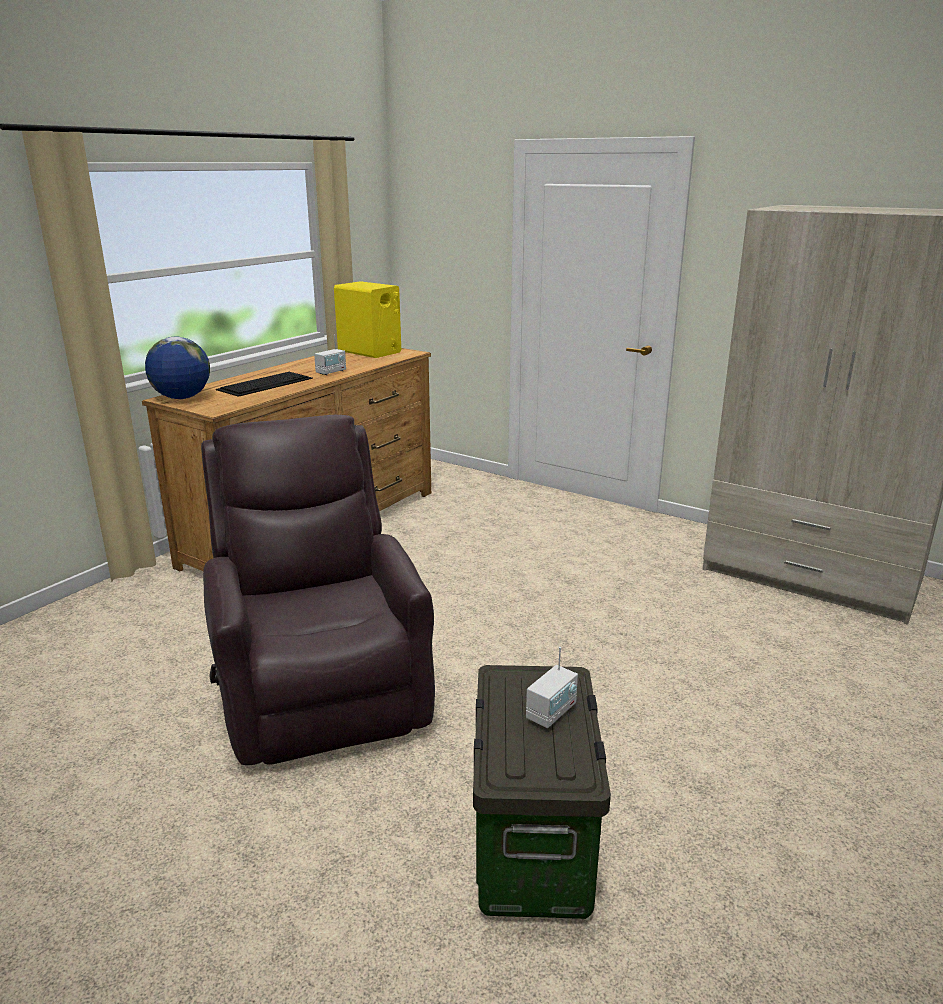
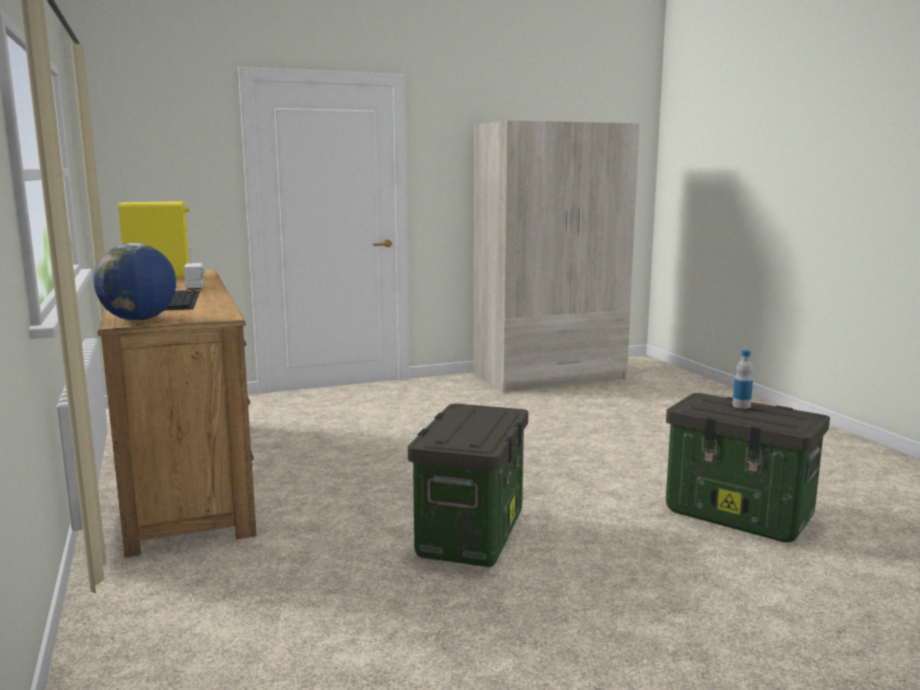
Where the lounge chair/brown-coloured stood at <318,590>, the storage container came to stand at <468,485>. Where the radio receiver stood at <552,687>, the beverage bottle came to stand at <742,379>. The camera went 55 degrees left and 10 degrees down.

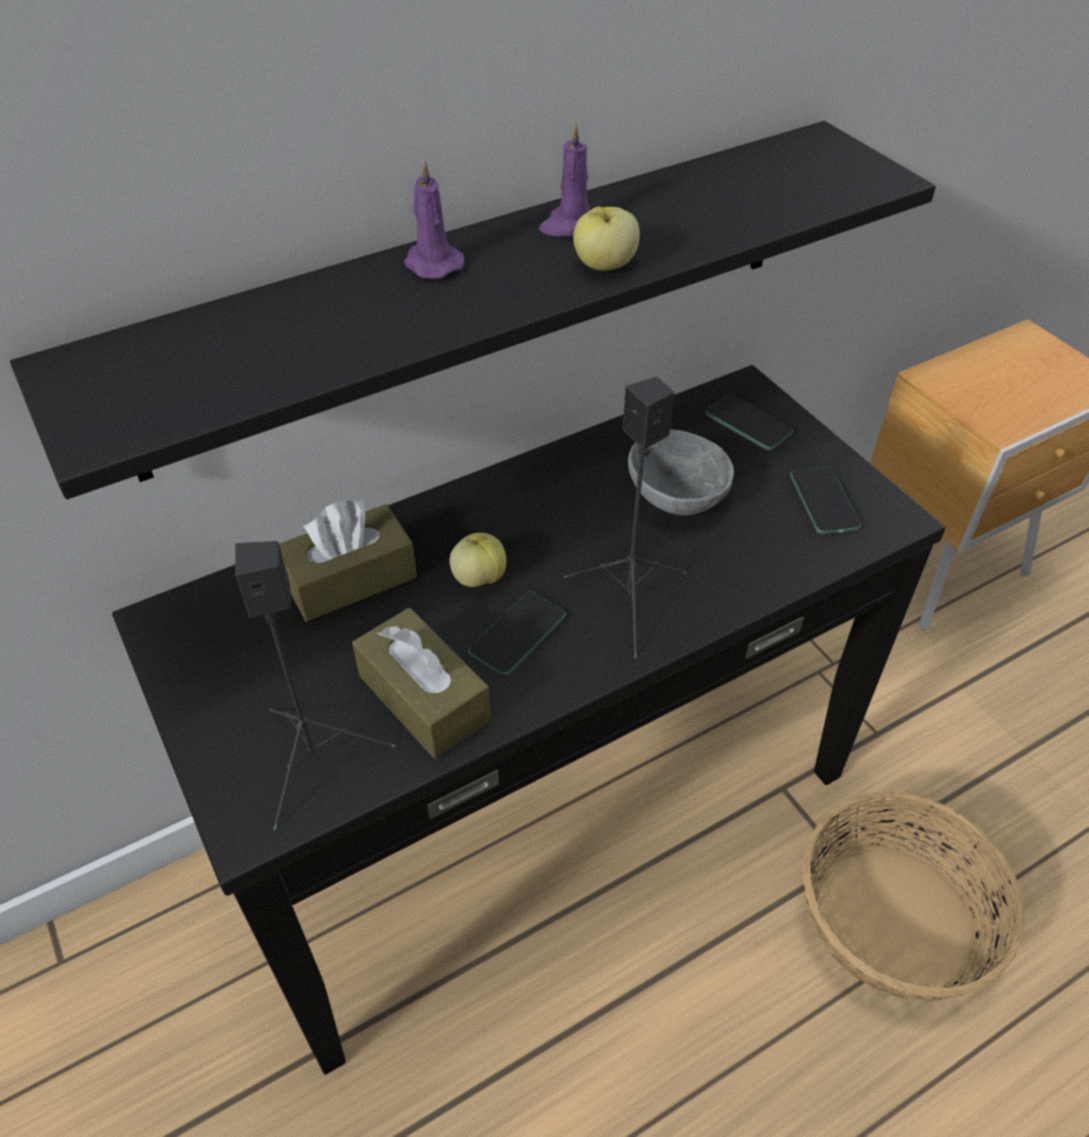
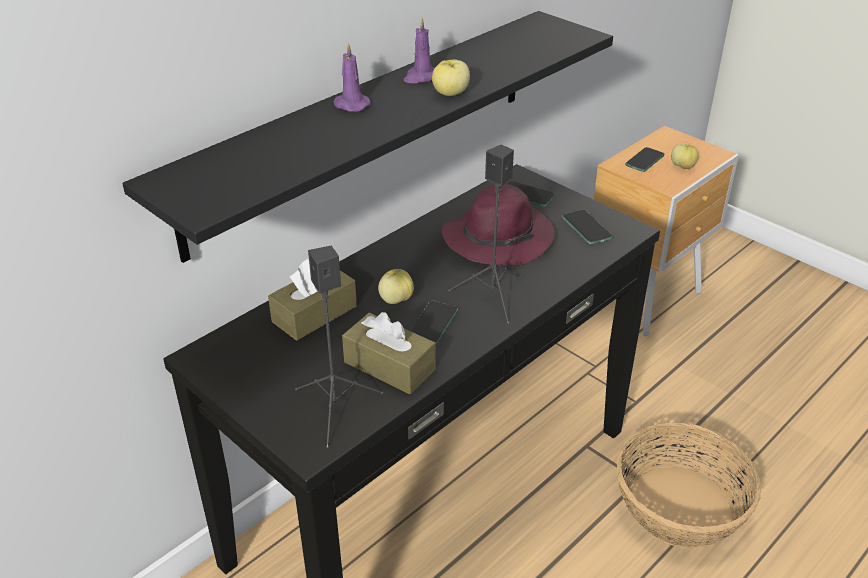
Where the serving bowl/gray stood at <681,472>, the hat/purple-coloured came to stand at <498,225>. The second view gained the telephone at <644,159>. The second view gained the whole apple at <684,156>. The camera went 15 degrees left and 10 degrees down.

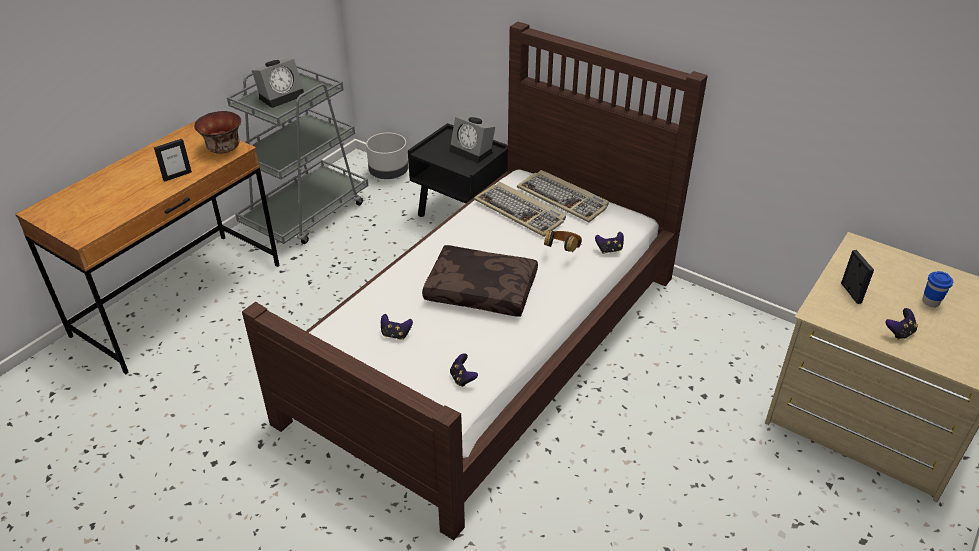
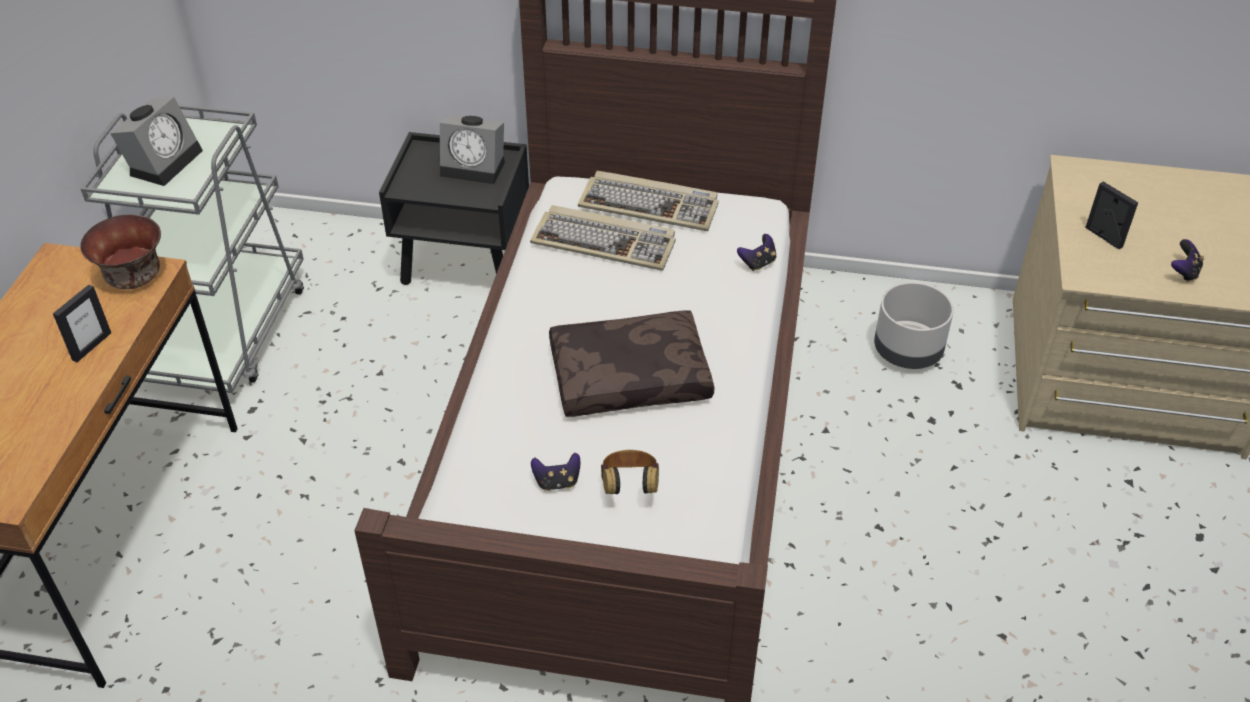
The flower pot/gray ended up elsewhere, having gone from <387,156> to <914,325>. The second view lost the joypad at <464,370>. The headset ended up elsewhere, having gone from <563,241> to <630,472>. The second view lost the cup/bluish at <937,289>. The camera went 25 degrees left and 5 degrees up.

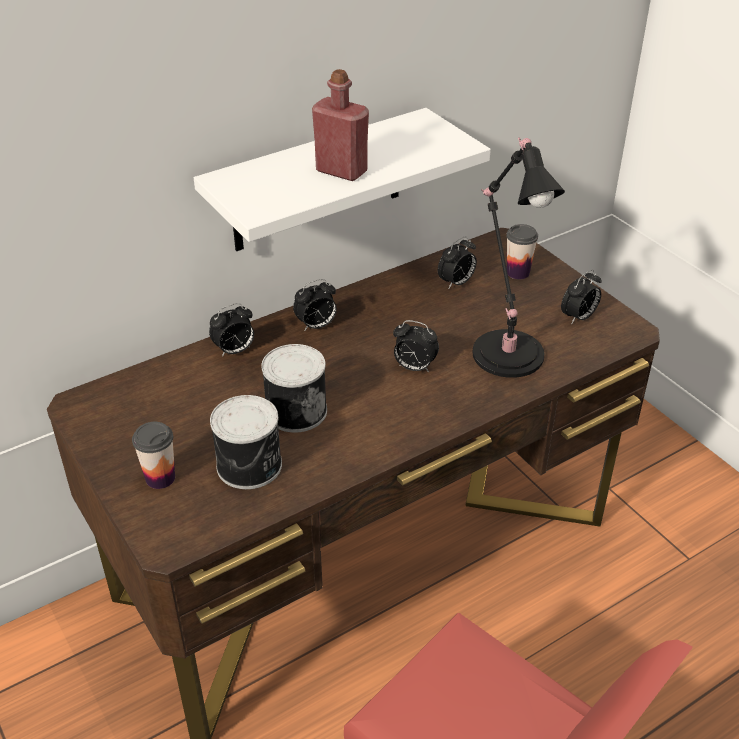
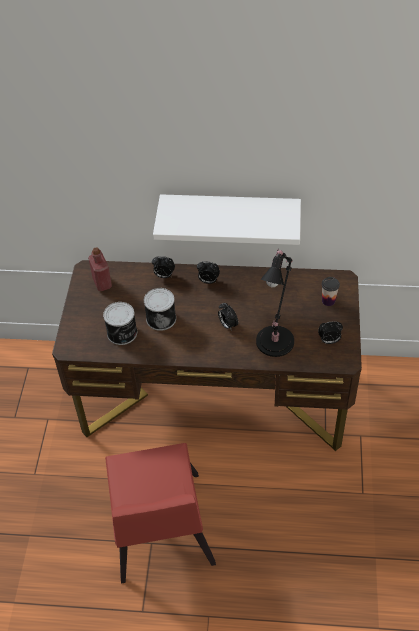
The second view lost the cup at <153,455>. The beverage bottle/red-coloured ended up elsewhere, having gone from <340,125> to <100,269>. The second view lost the bedside clock at <457,262>. The camera went 40 degrees right and 10 degrees up.

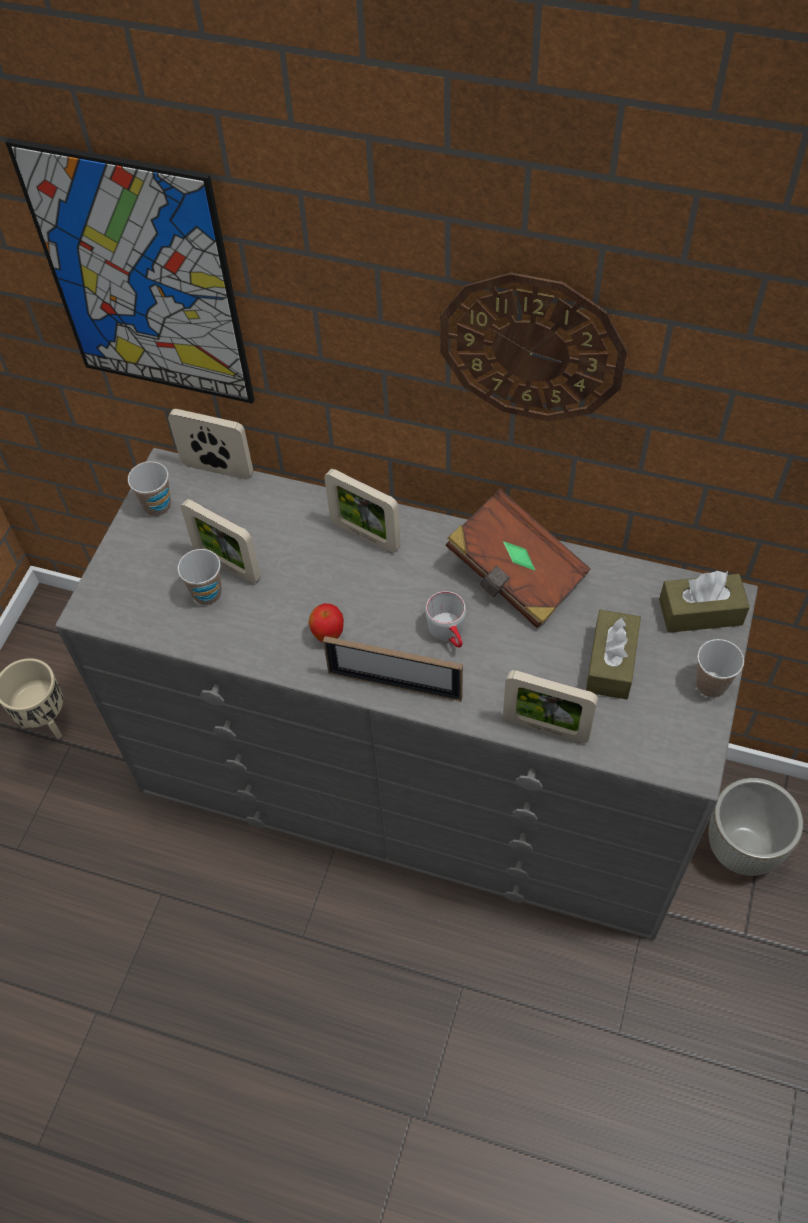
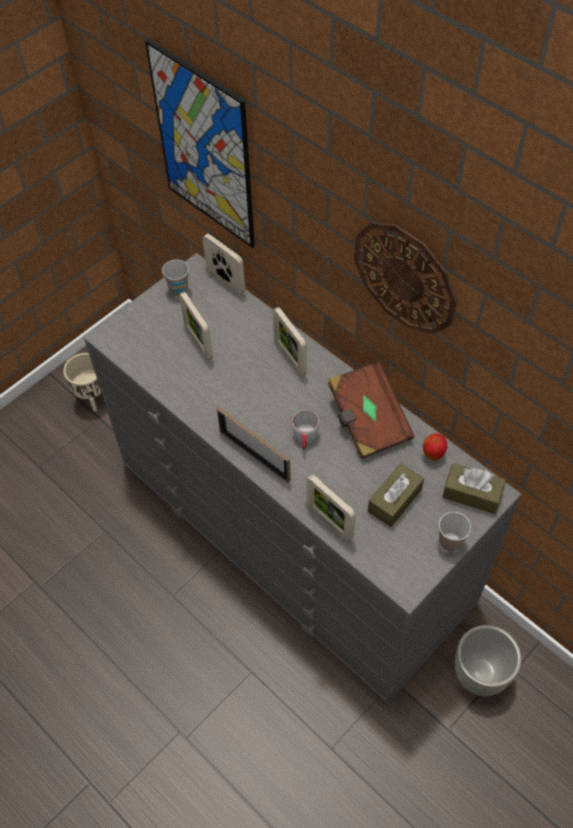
The second view lost the cup at <199,577>. The whole apple ended up elsewhere, having gone from <326,622> to <435,446>. The camera went 25 degrees right and 0 degrees up.

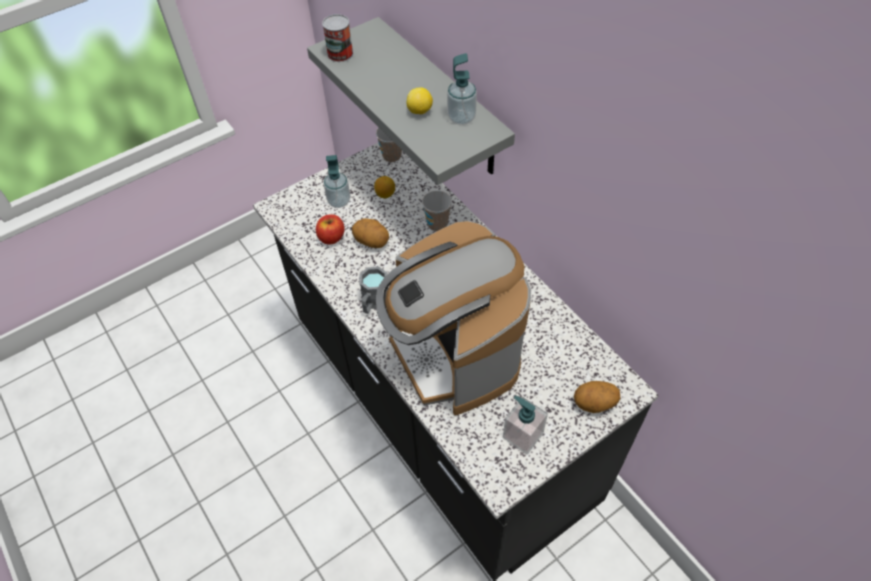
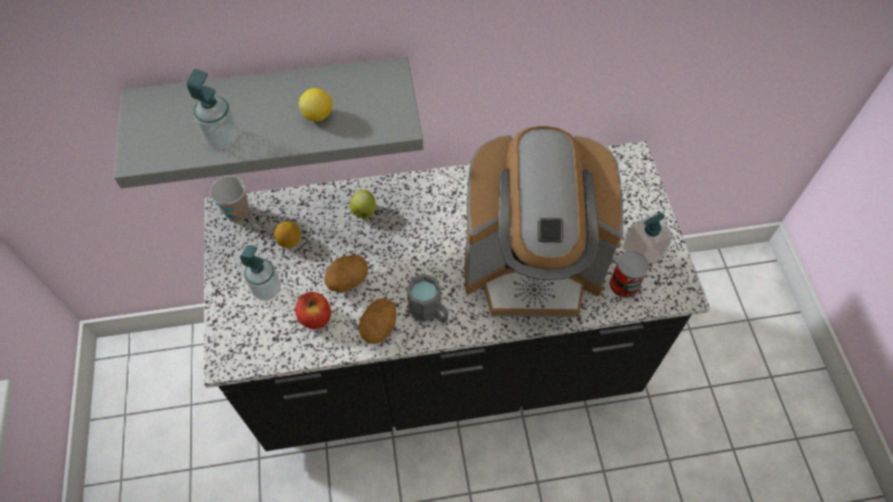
The sealed can ended up elsewhere, having gone from <337,38> to <629,274>. Where the cup stood at <437,210>, the whole apple came to stand at <363,204>. The soap bottle ended up elsewhere, having gone from <462,89> to <212,109>. The spud ended up elsewhere, having gone from <597,397> to <377,321>. The camera went 65 degrees left and 5 degrees up.

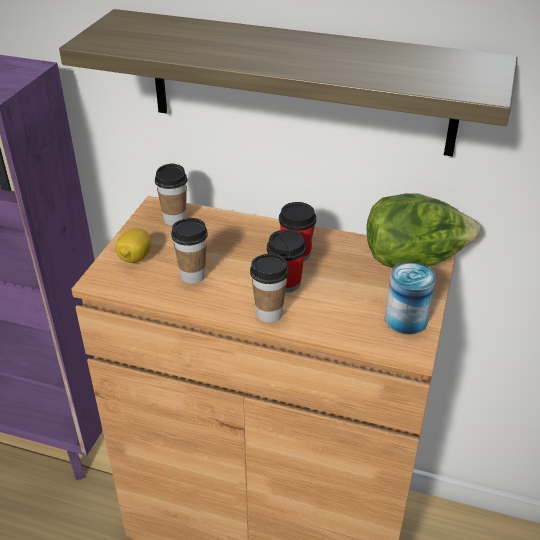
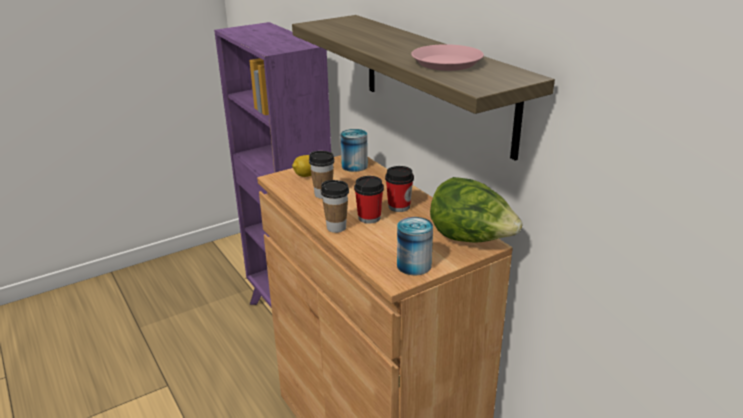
Where the cup stood at <171,195>, the sealed can came to stand at <354,150>. The second view gained the dinner plate/pink-coloured at <447,57>. The camera went 40 degrees right and 10 degrees down.

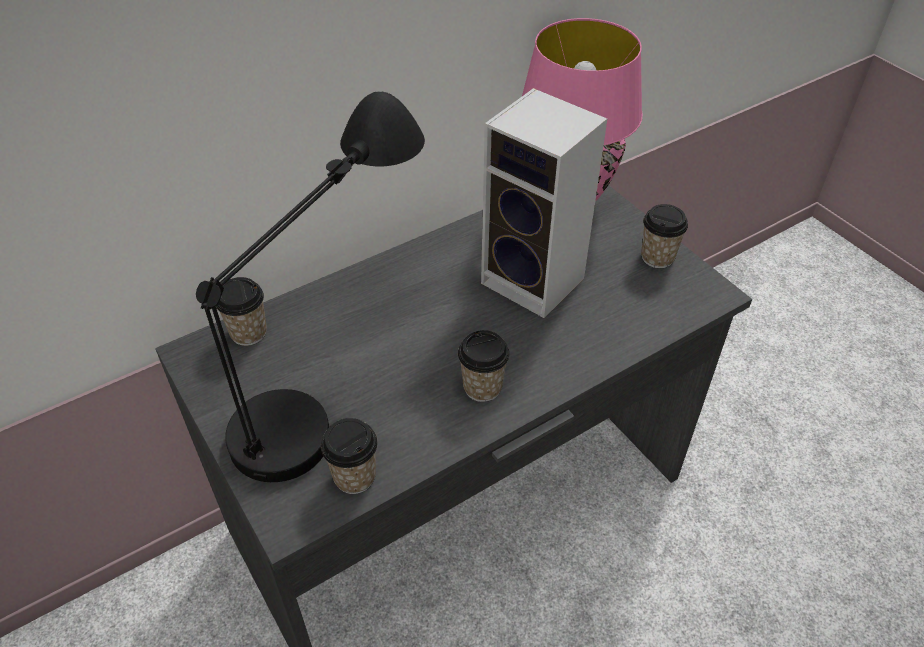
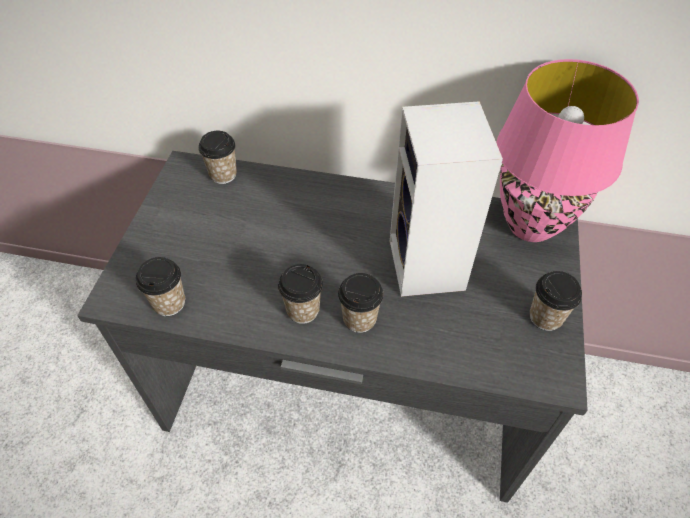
The second view lost the lamp for a table/blackish at <310,286>. The second view gained the cup at <360,303>. The camera went 45 degrees right and 5 degrees up.

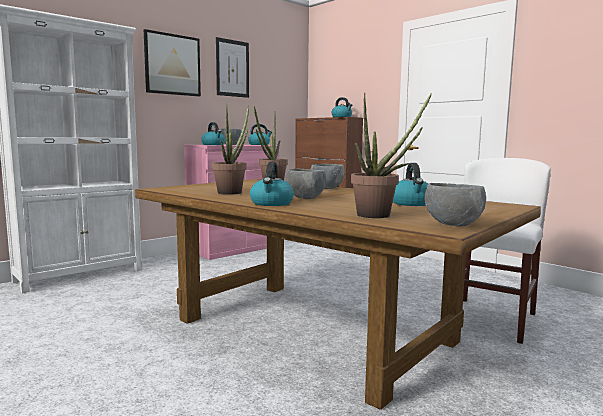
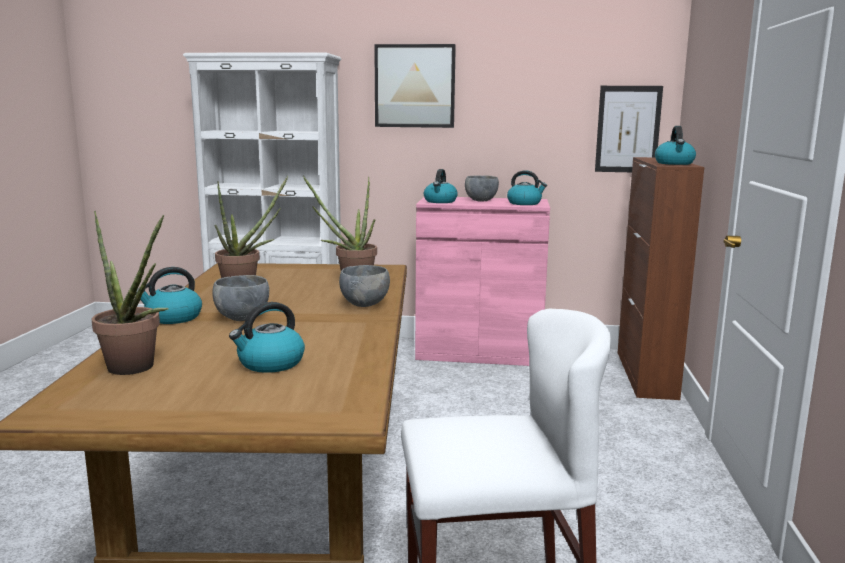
The wall picture ended up elsewhere, having gone from <232,67> to <629,129>. The second view lost the serving bowl/gray at <455,204>. The camera went 50 degrees right and 5 degrees up.

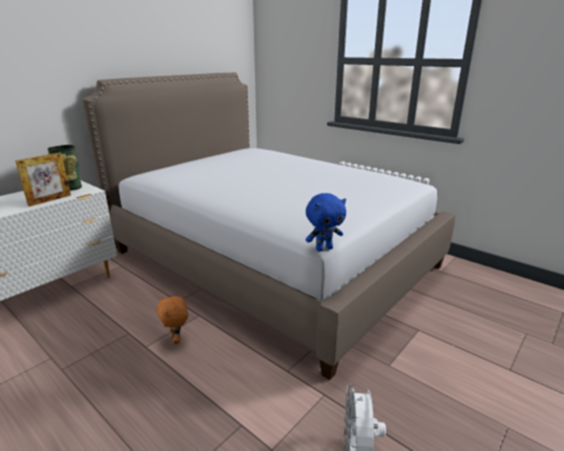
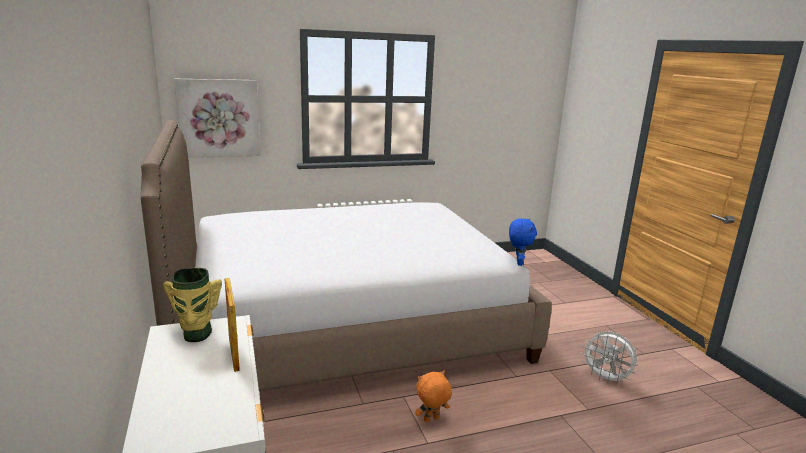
The soft toy/orange at <172,320> ended up facing another way, 150 degrees clockwise from before. The second view gained the wall picture at <217,118>. The camera went 60 degrees left and 5 degrees down.

